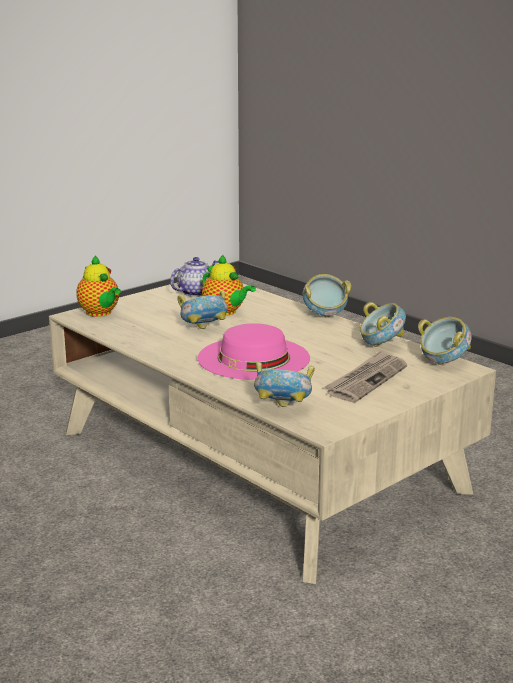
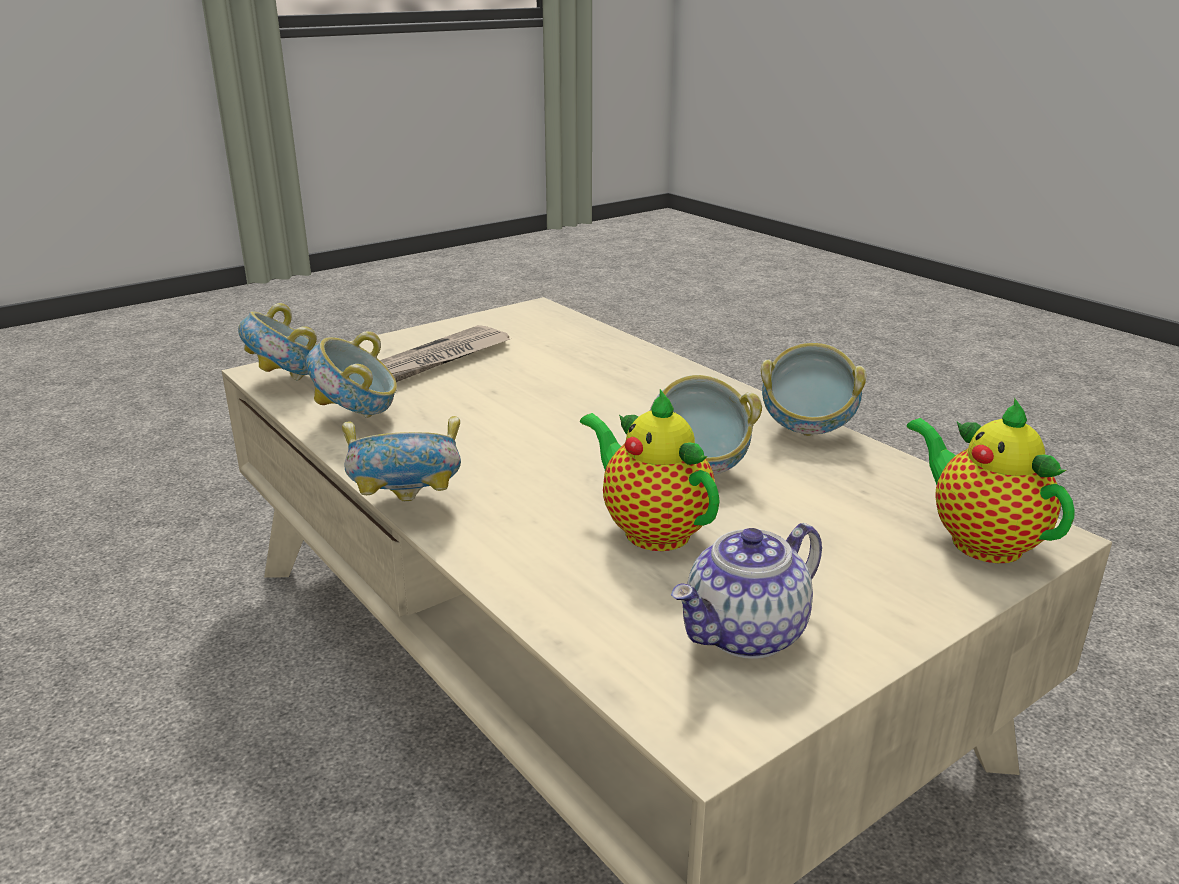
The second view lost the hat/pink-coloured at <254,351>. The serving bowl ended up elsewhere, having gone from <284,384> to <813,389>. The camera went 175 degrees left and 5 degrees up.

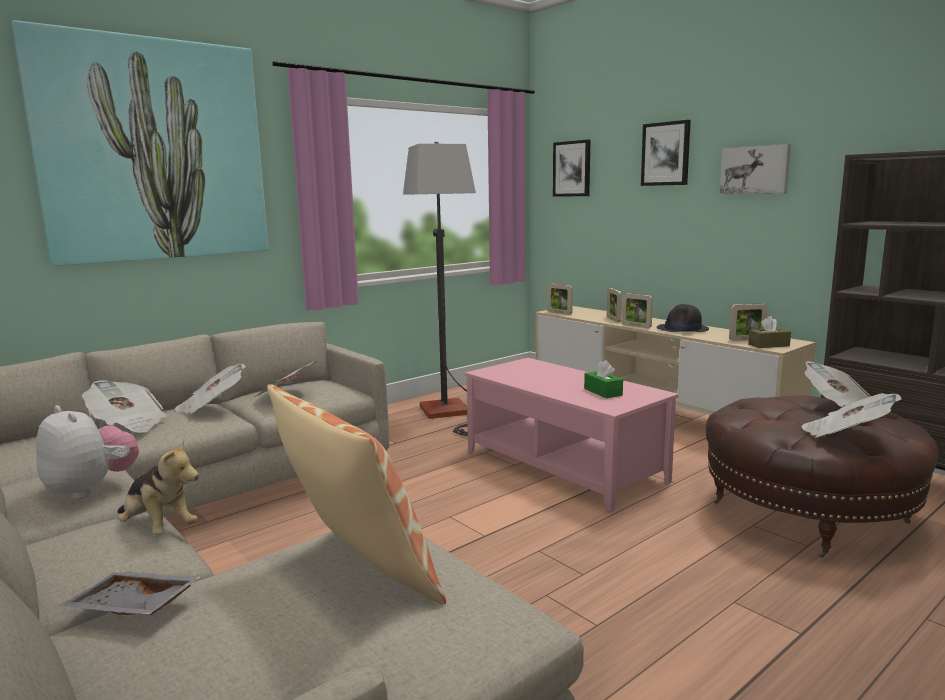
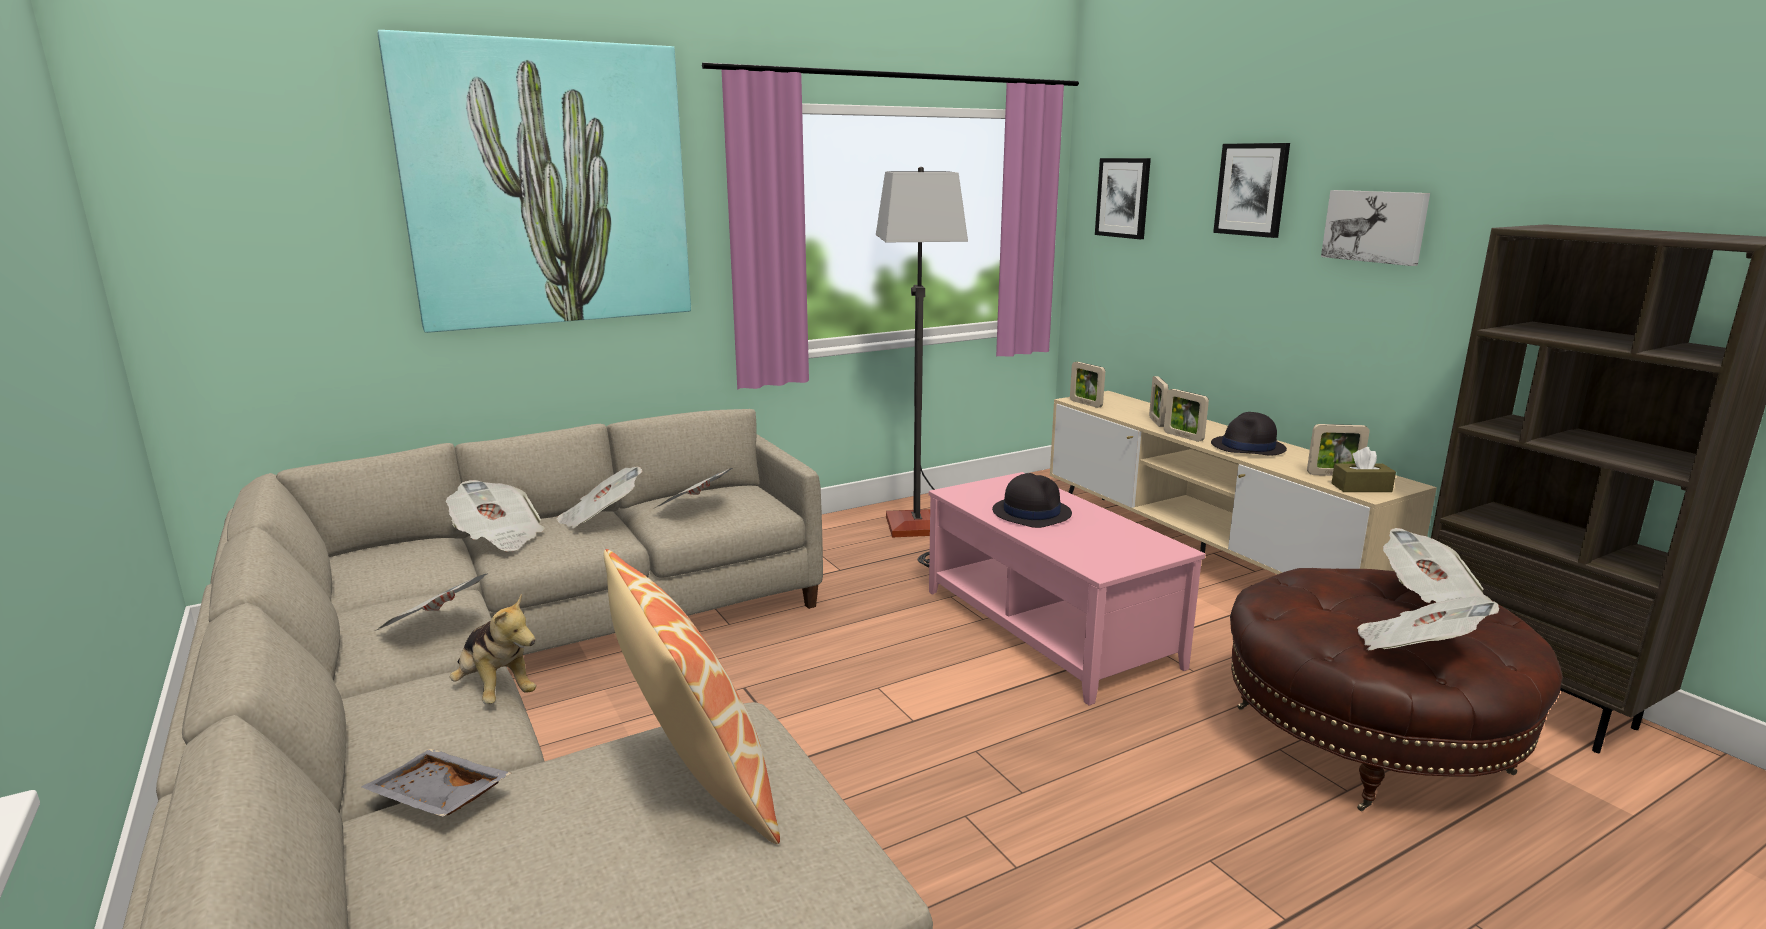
Where the soft toy stood at <87,452>, the newspaper came to stand at <431,602>. The second view lost the tissue box/green at <603,379>. The second view gained the hat/blackish at <1032,500>. The camera went 10 degrees right and 5 degrees up.

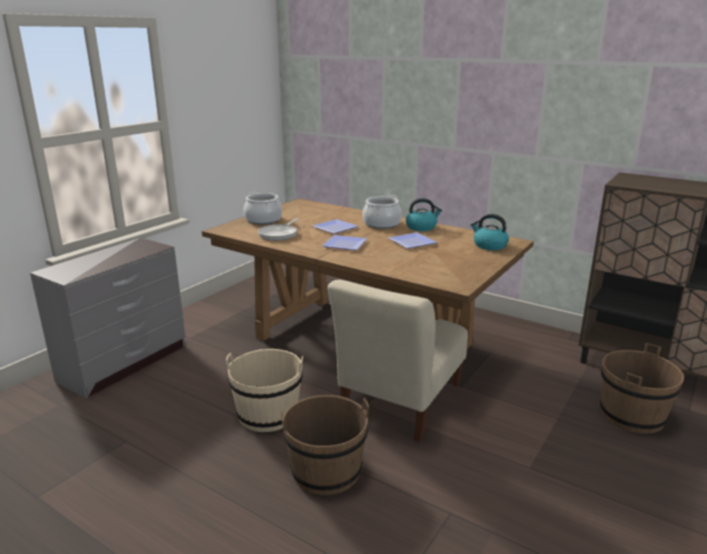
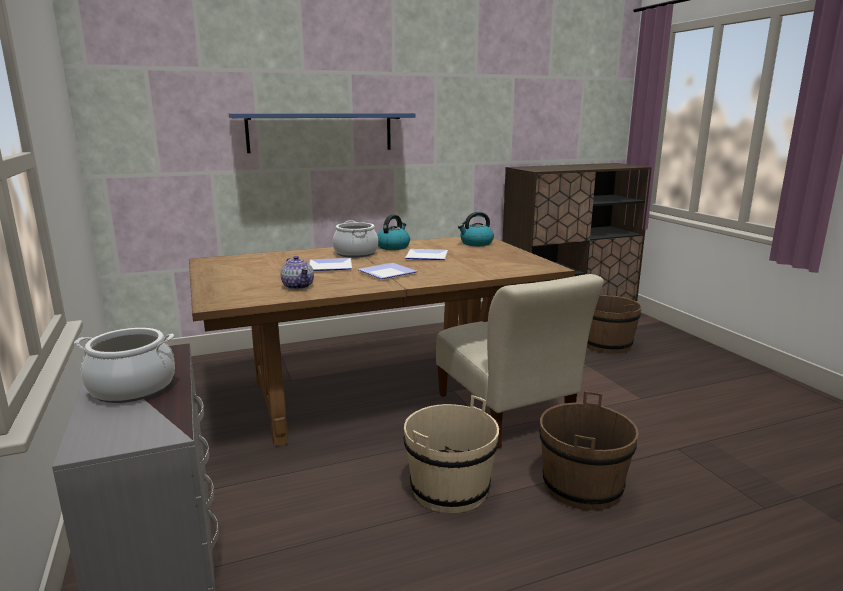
The stockpot ended up elsewhere, having gone from <263,208> to <124,365>. Where the frying pan stood at <278,229>, the pot for tea came to stand at <297,273>. The second view gained the wall shelf/bluish at <322,133>. The camera went 55 degrees left and 5 degrees down.

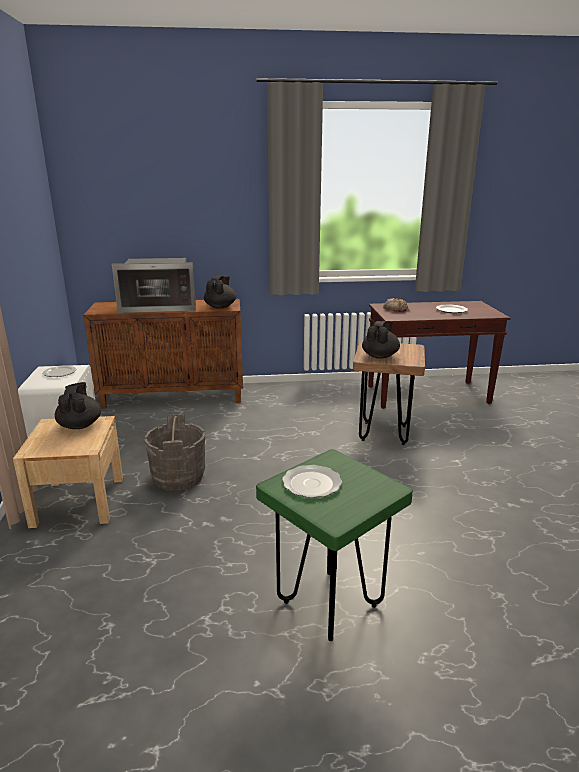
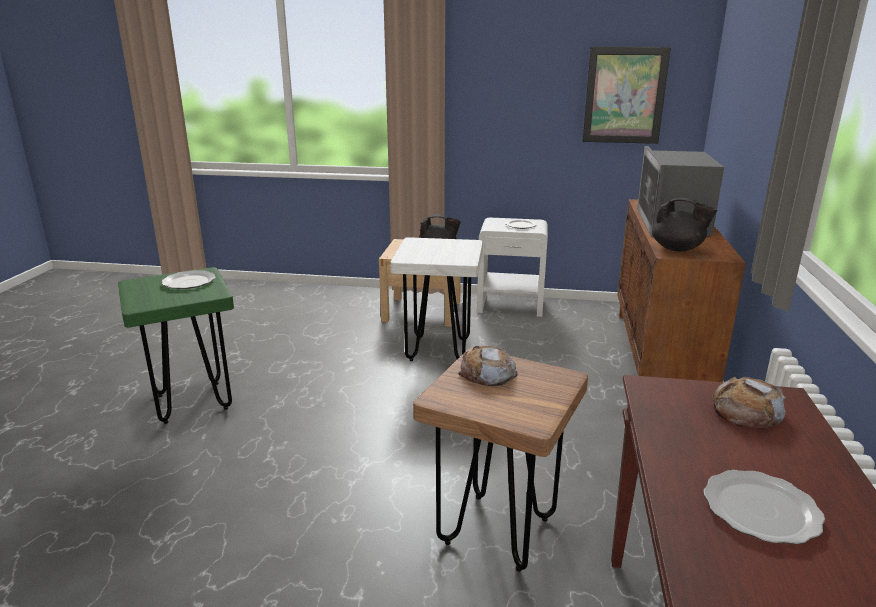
Where the pail/gray stood at <174,452>, the stool seat/whitish came to stand at <436,299>. Where the pot for tea/blackish stood at <381,340>, the baked bread came to stand at <488,366>. The second view gained the wall picture at <627,95>. The camera went 105 degrees right and 0 degrees up.

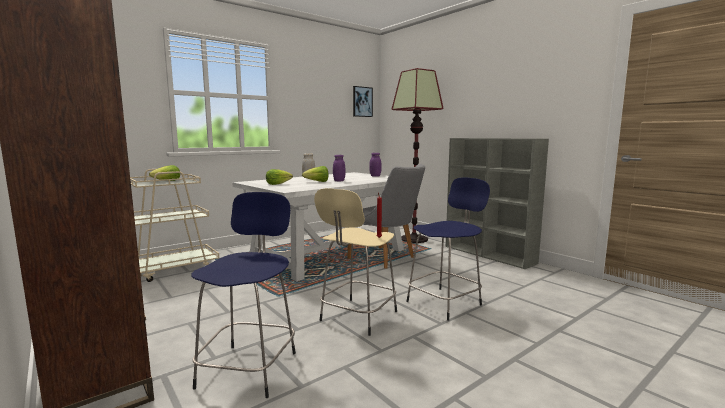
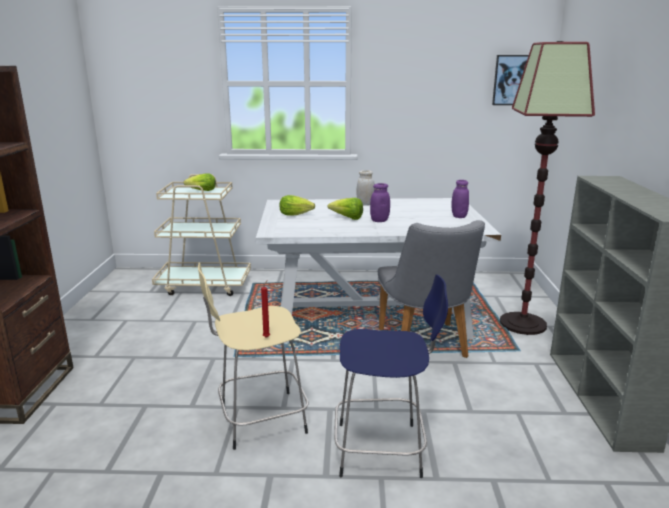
The second view lost the stool seat/bluish at <243,295>. The camera went 40 degrees right and 10 degrees up.

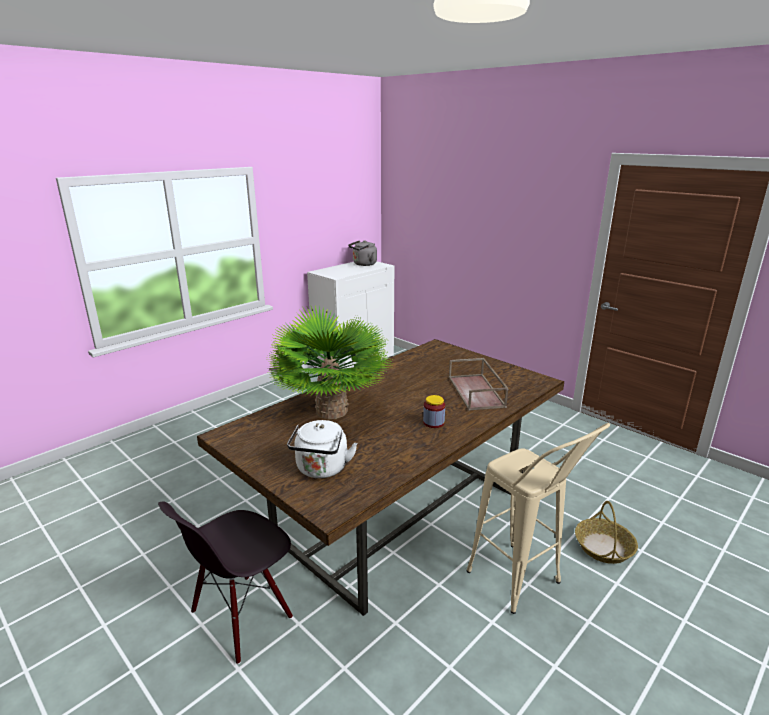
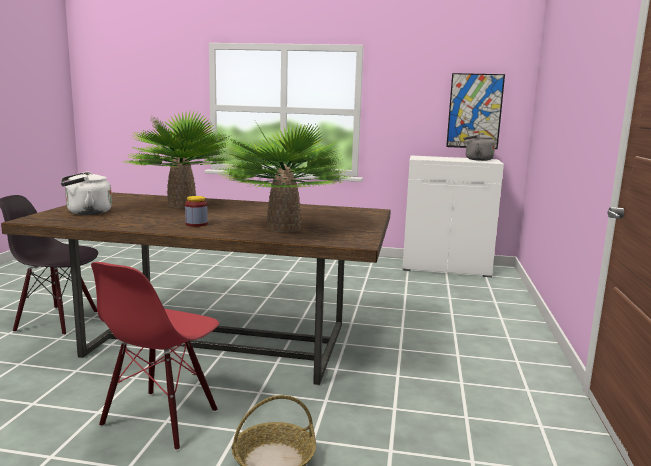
Where the serving tray/brown-coloured stood at <479,384>, the houseplant came to stand at <285,174>. Where the stool seat/sand-coloured stood at <538,518>, the upright chair/red-coloured came to stand at <155,356>. The second view gained the wall picture at <475,111>. The camera went 55 degrees right and 10 degrees down.

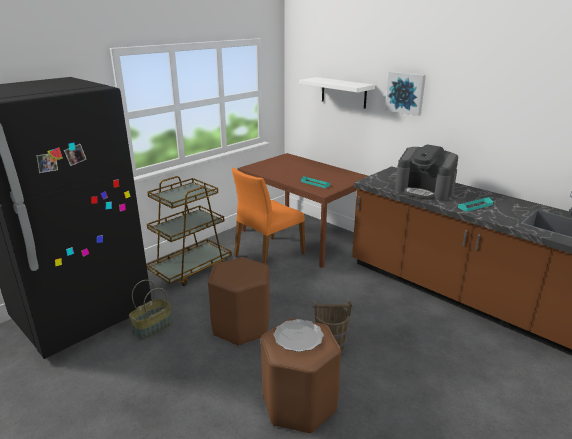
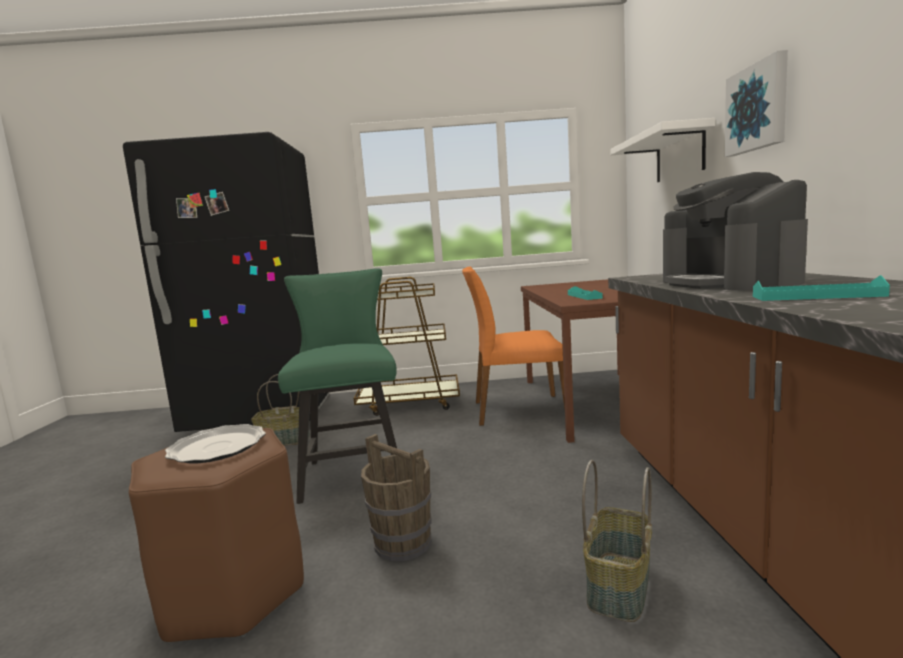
Where the stool seat/brown-coloured stood at <239,301>, the upright chair/green came to stand at <337,386>. The second view gained the storage basket at <617,541>. The camera went 45 degrees right and 15 degrees down.

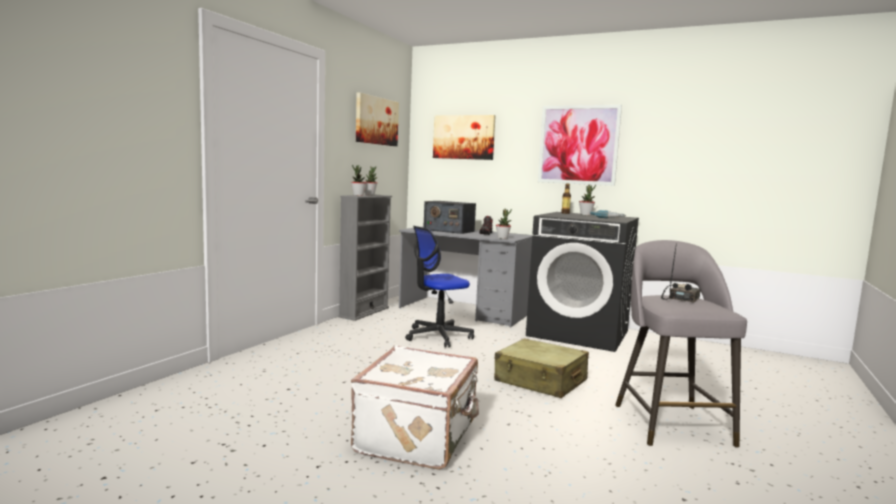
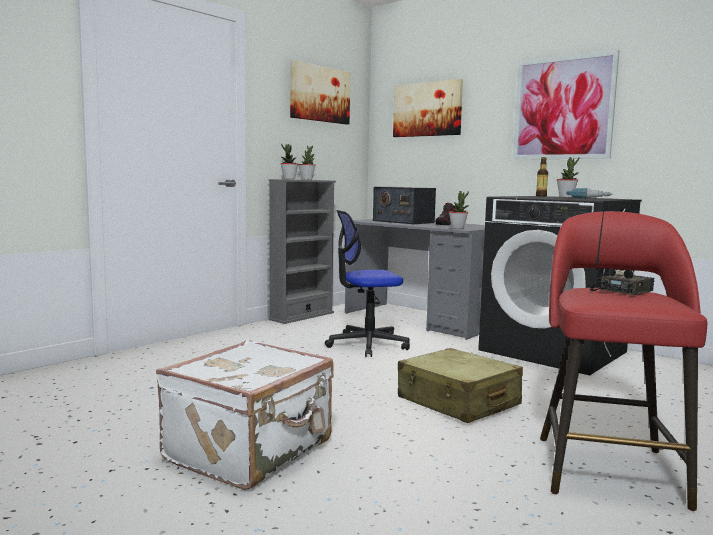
What was the stool seat/gray at <681,344> turned into the stool seat/red-coloured at <623,361>. The camera went 15 degrees right and 0 degrees up.

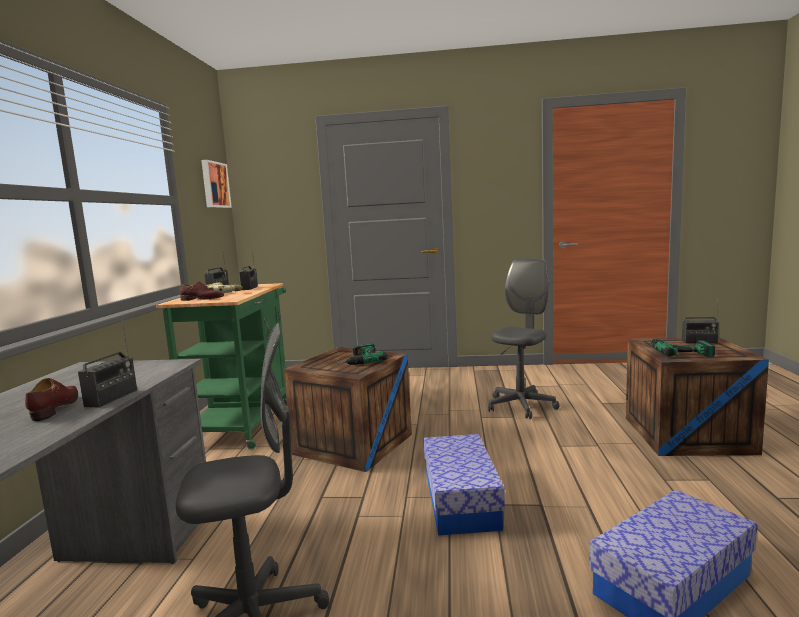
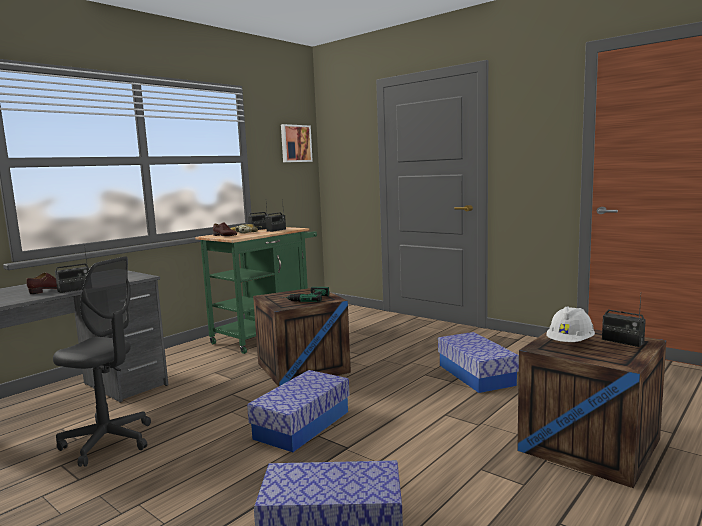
Where the computer chair/gray stood at <524,338>, the storage container came to stand at <478,362>. Where the power drill stood at <682,348>, the work helmet/whitish came to stand at <570,324>. The camera went 35 degrees right and 0 degrees up.

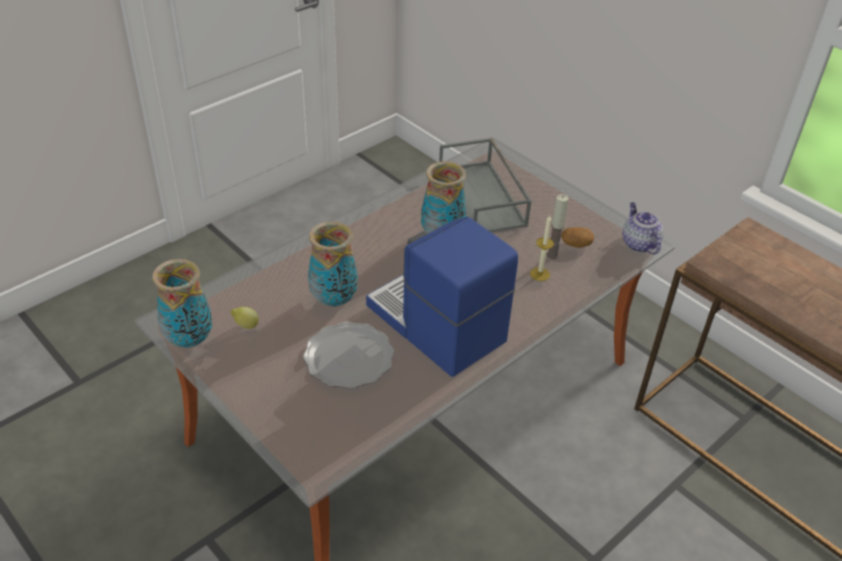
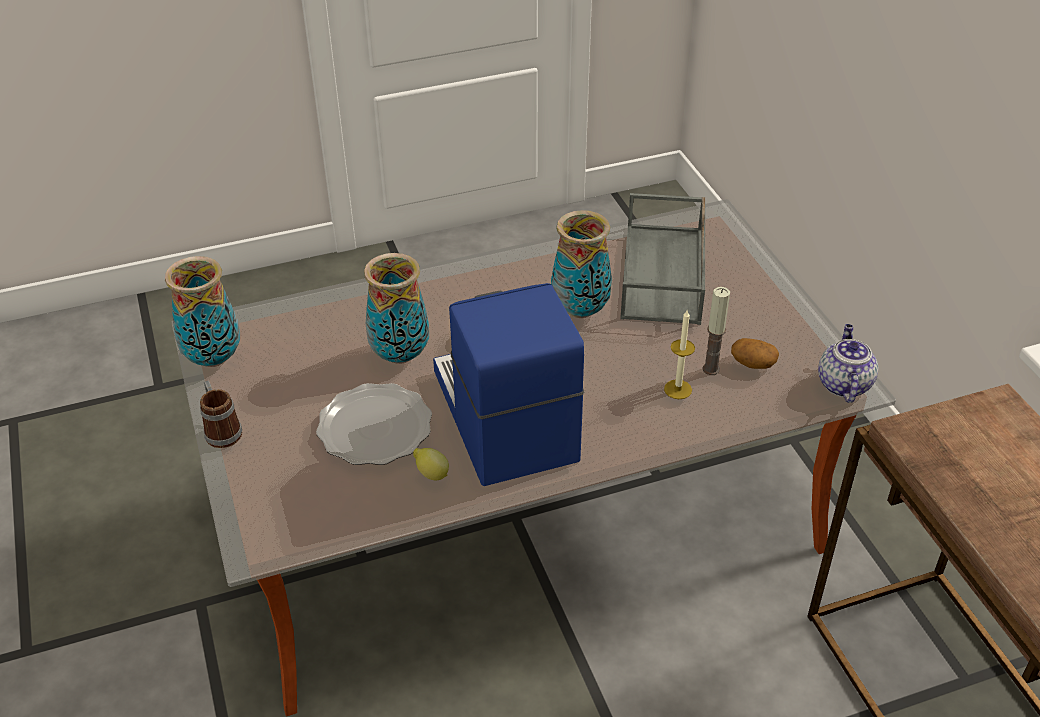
The whole lemon ended up elsewhere, having gone from <245,318> to <431,464>. The second view gained the mug at <221,414>. The camera went 25 degrees right and 0 degrees up.

